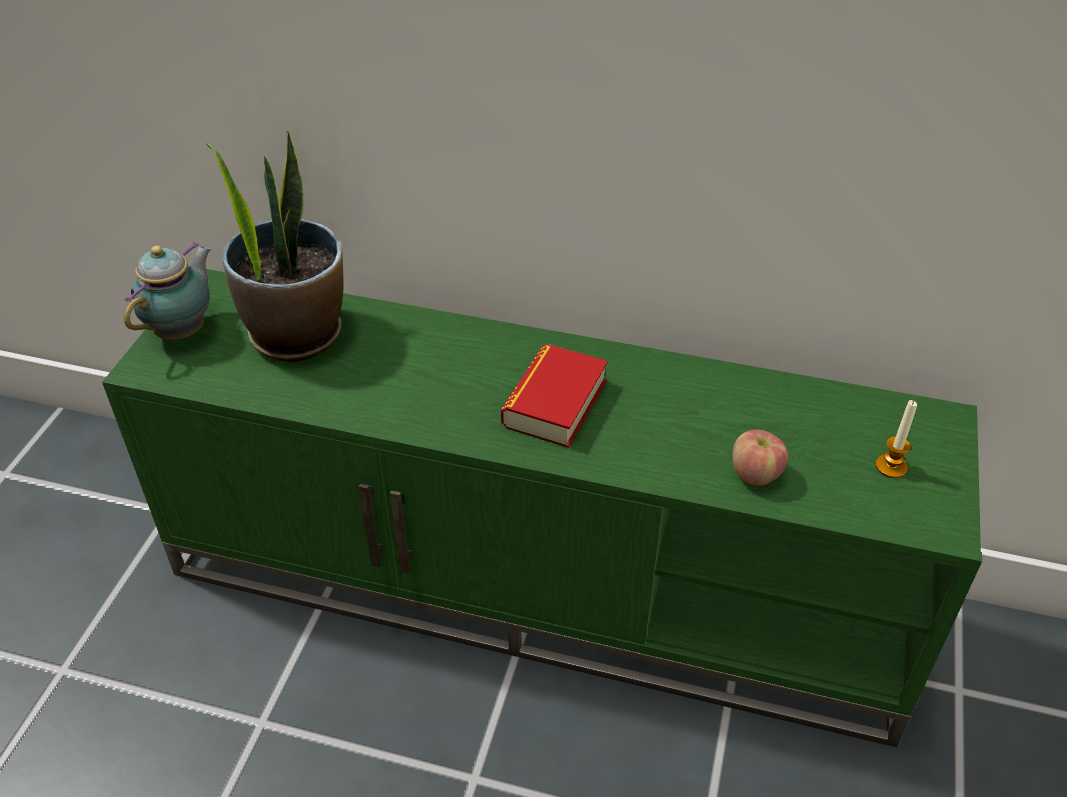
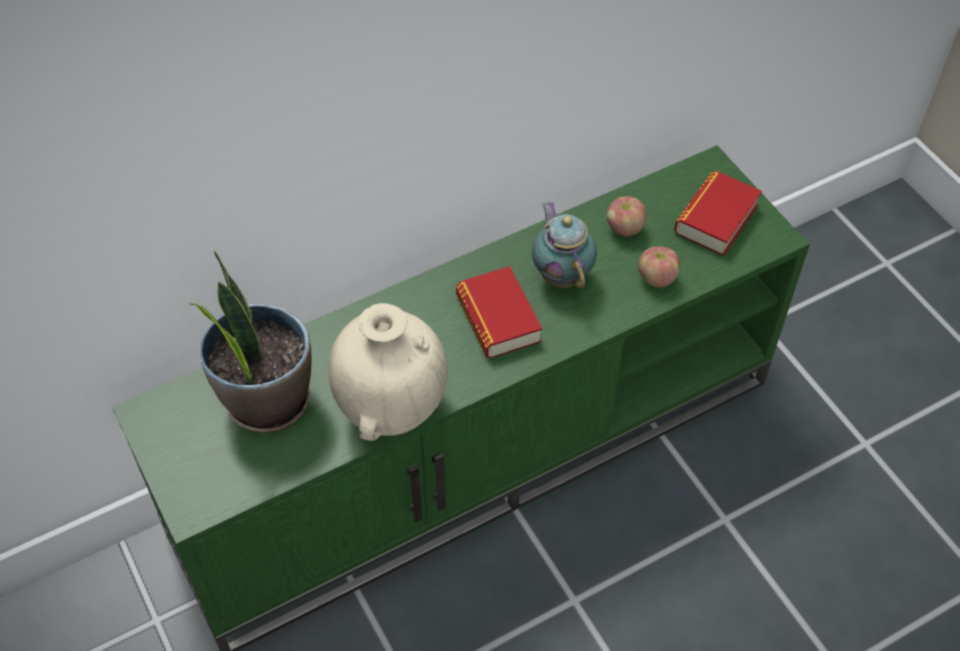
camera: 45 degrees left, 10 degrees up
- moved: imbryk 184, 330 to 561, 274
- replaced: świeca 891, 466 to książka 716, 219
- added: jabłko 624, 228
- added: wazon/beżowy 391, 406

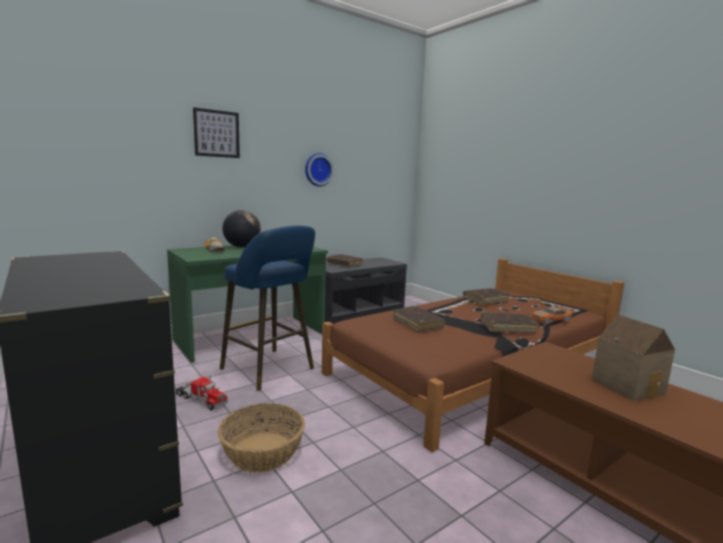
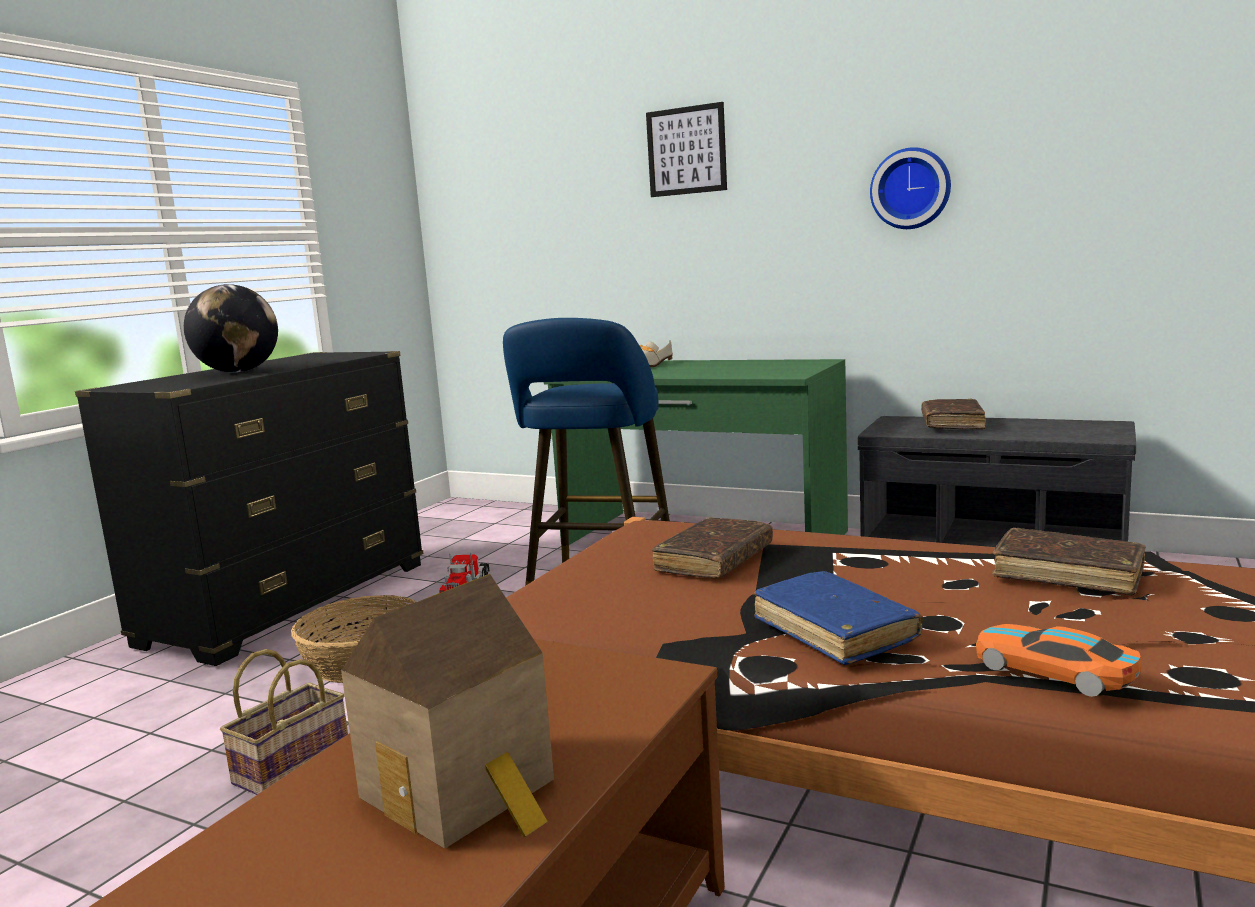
camera: 65 degrees right, 0 degrees up
- moved: globus 242, 247 to 238, 372
- recoloured: książka/brązowy 507, 328 to książka/niebieski 834, 631
- added: koszyk 293, 764

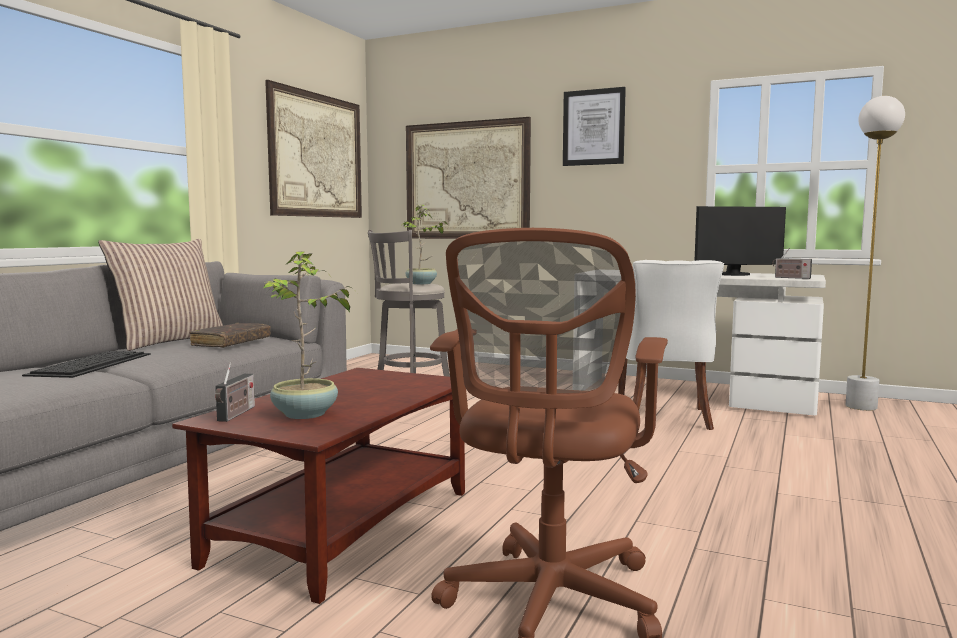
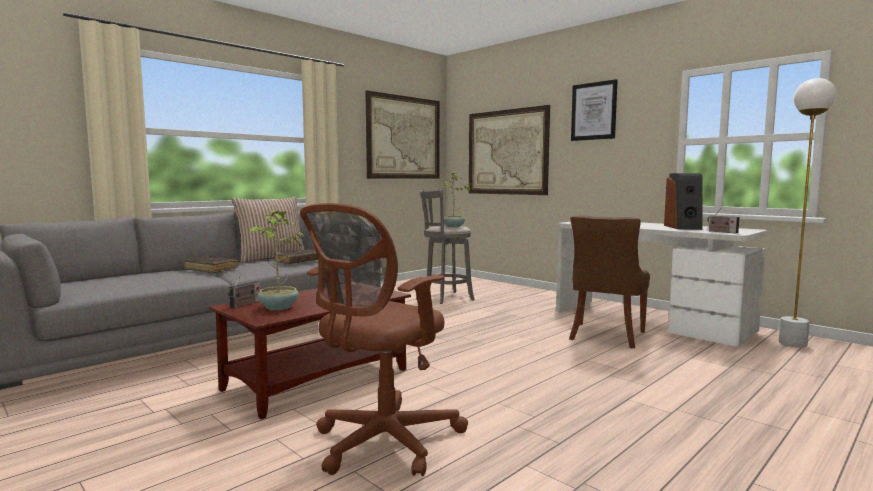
camera: 20 degrees right, 0 degrees up
- replaced: monitor 734, 274 to głośnik 683, 227
- recoloured: krzesło/biały 665, 418 to krzesło/brązowy 605, 336
- replaced: klawiatura 91, 364 to książka/brązowy 211, 269

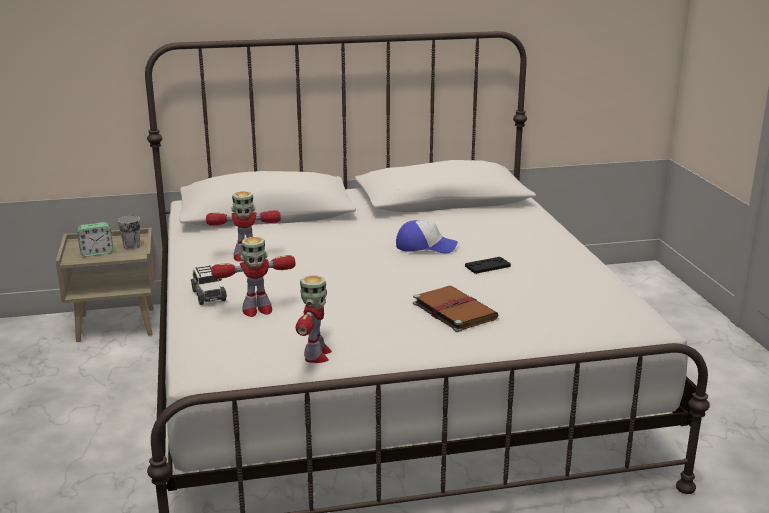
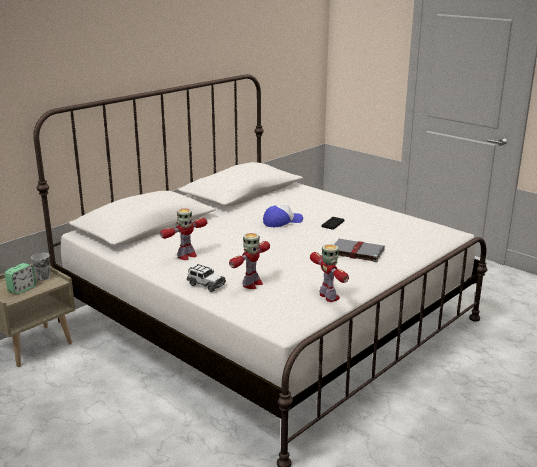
camera: 35 degrees left, 0 degrees up
- recoloured: książka/brązowy 453, 310 to książka/szary 356, 252

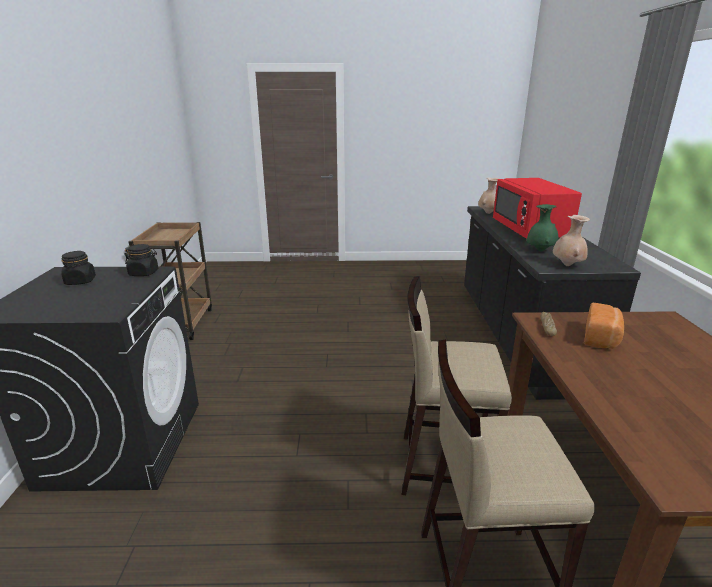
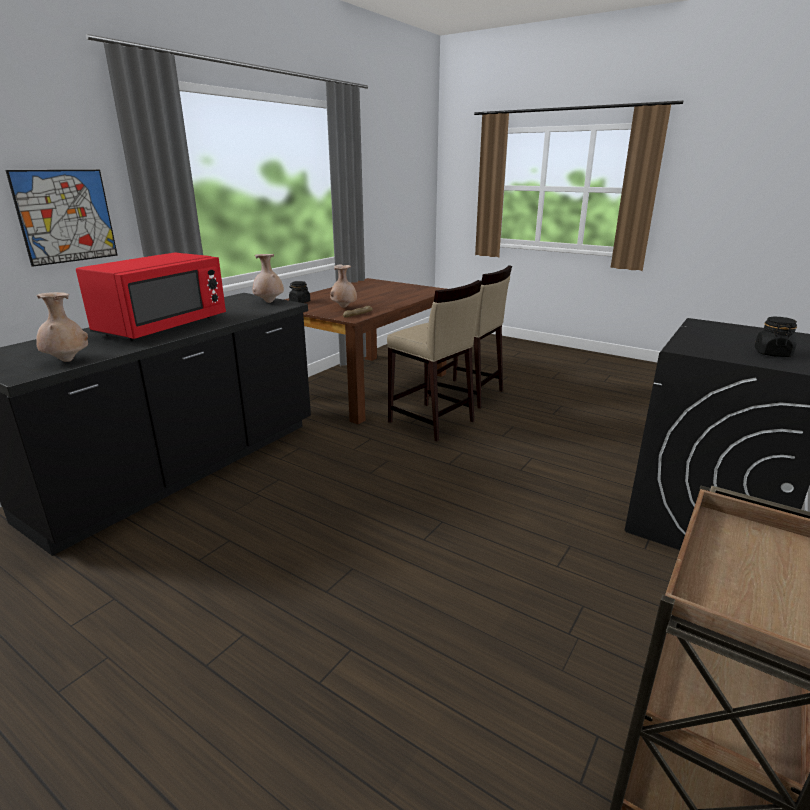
camera: 145 degrees left, 0 degrees up
- removed: wazon/zielony 540, 250
- moved: słoik/czarny 144, 273 to 299, 302
- replaced: chleb 602, 338 to wazon/beżowy 344, 307
- added: obraz 66, 216

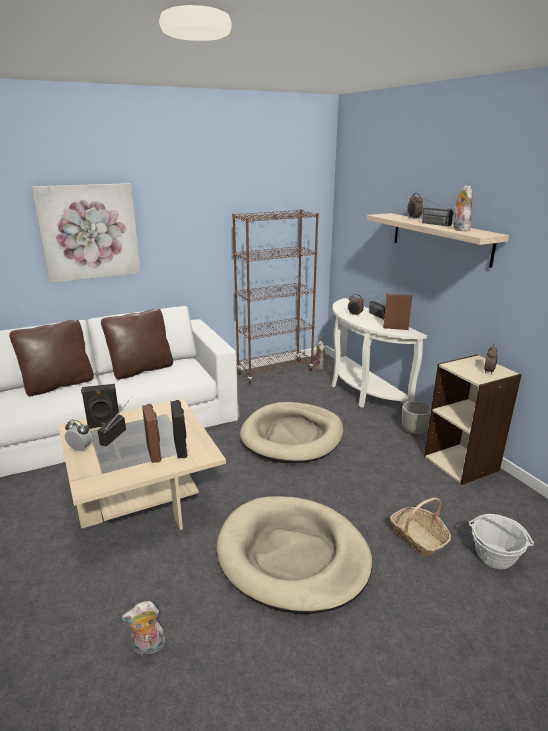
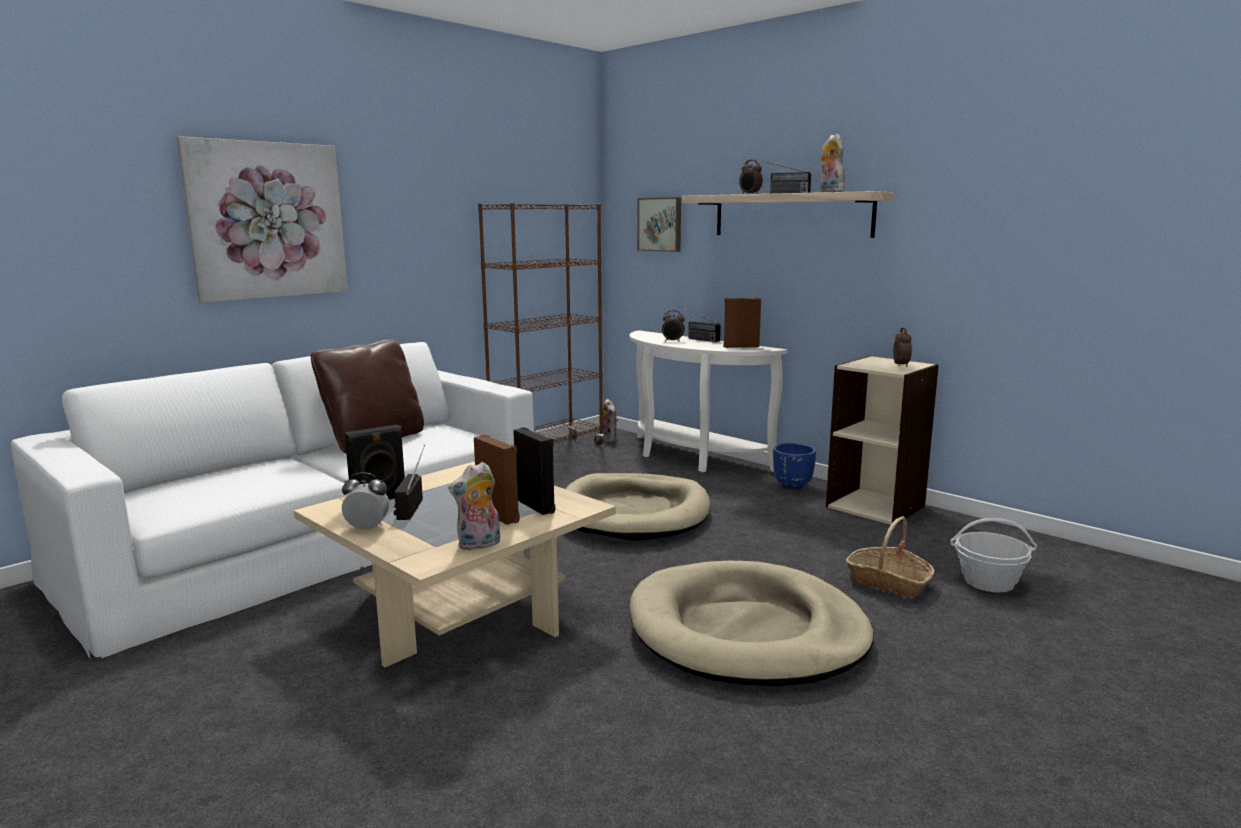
camera: 20 degrees left, 10 degrees down
- removed: poduszka/brązowy 59, 385
- recoloured: donica/szary 414, 431 to donica/niebieski 793, 486
- moved: pluszak 148, 647 to 479, 545
- added: obraz 660, 224

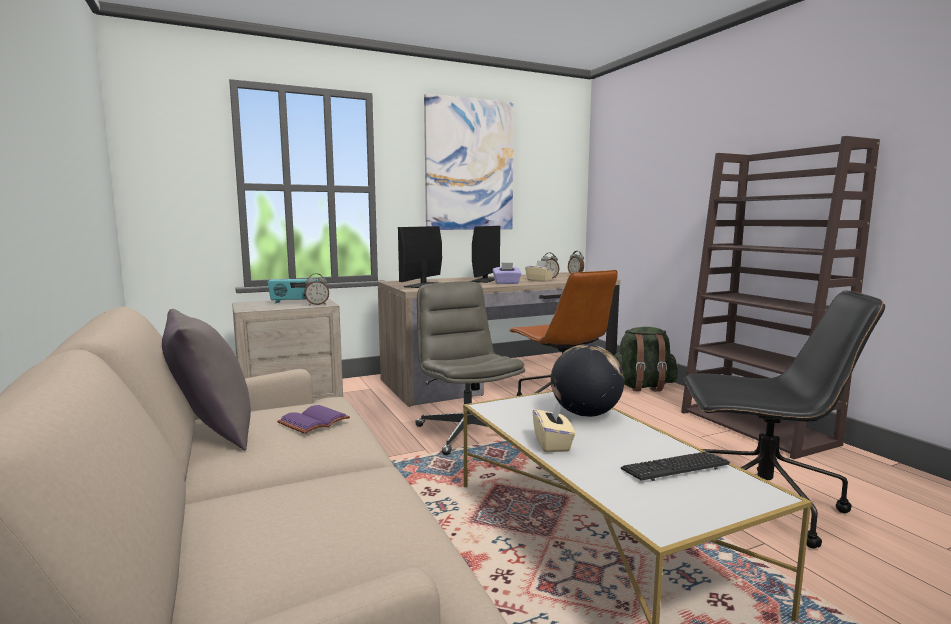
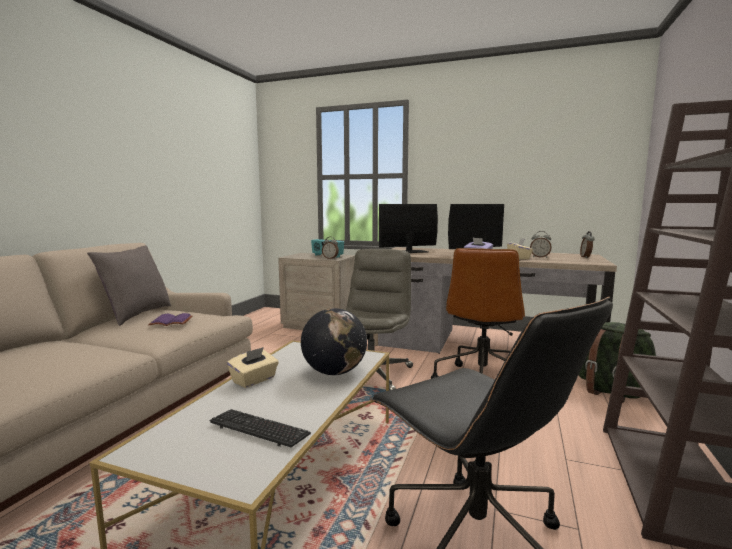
camera: 45 degrees right, 0 degrees up
- removed: obraz 469, 165

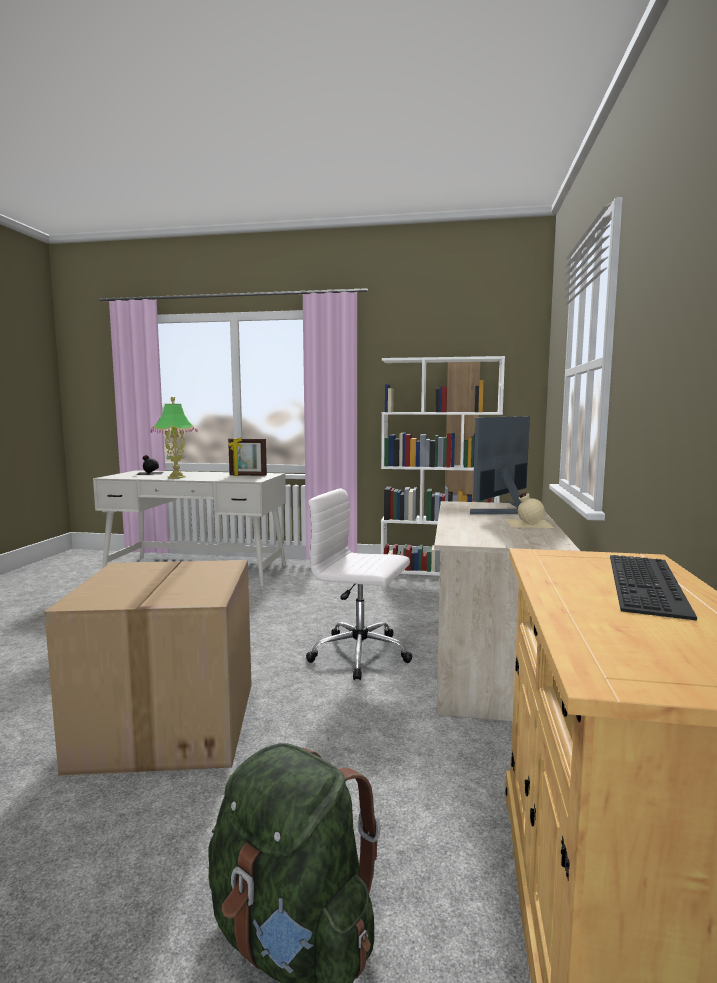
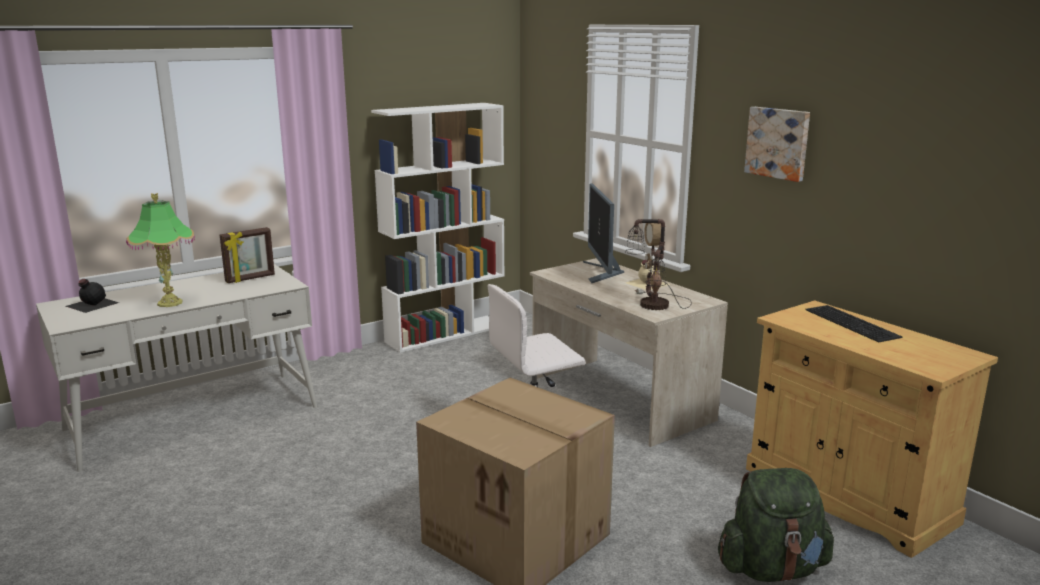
camera: 45 degrees left, 10 degrees up
- added: obraz 778, 143
- added: lampa stołowa 653, 306

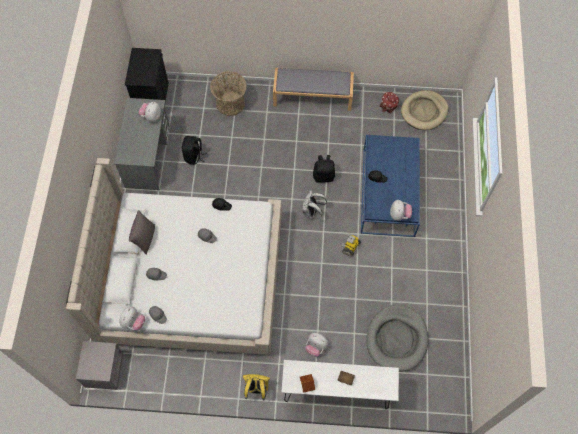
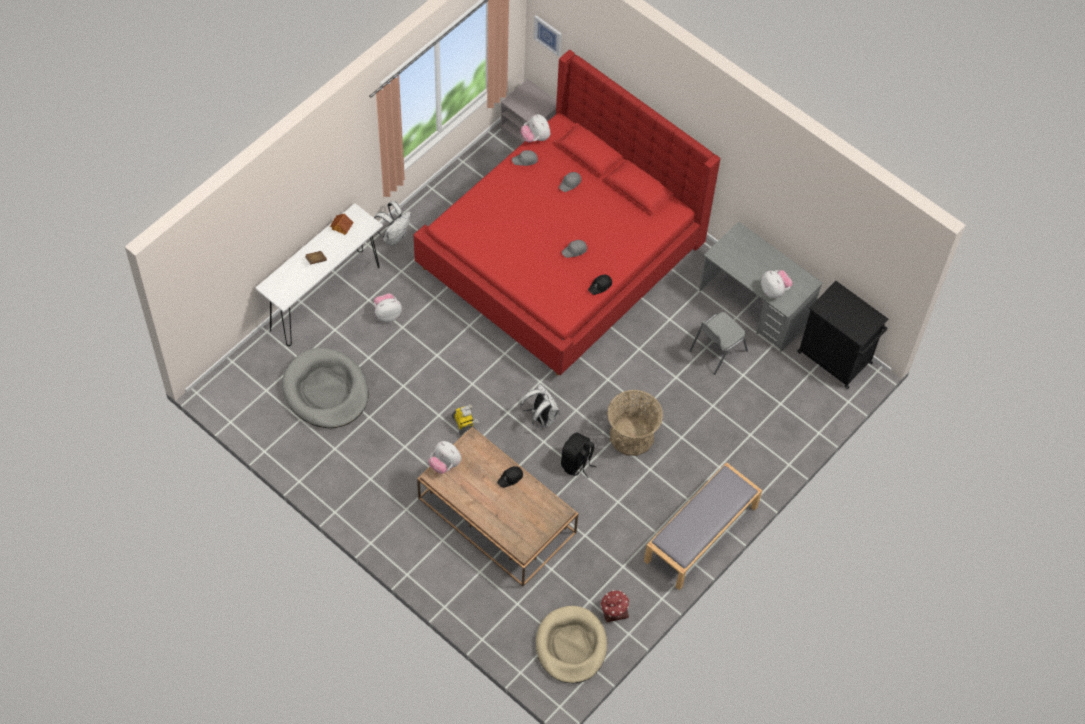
camera: 125 degrees right, 5 degrees down
- moved: koszyk 230, 103 to 631, 436
- recoloured: ława/niebieski 388, 191 to ława/brązowy 497, 515
- replaced: plecak/czarny 194, 156 to krzesło/szary 717, 350
- recoloured: łóżko/beżowy 191, 279 to łóżko/czerwony 562, 254
- removed: poduszka/szary 145, 239
- recoloured: plecak/żółty 256, 389 to plecak/biały 394, 236
- added: obraz 548, 35

